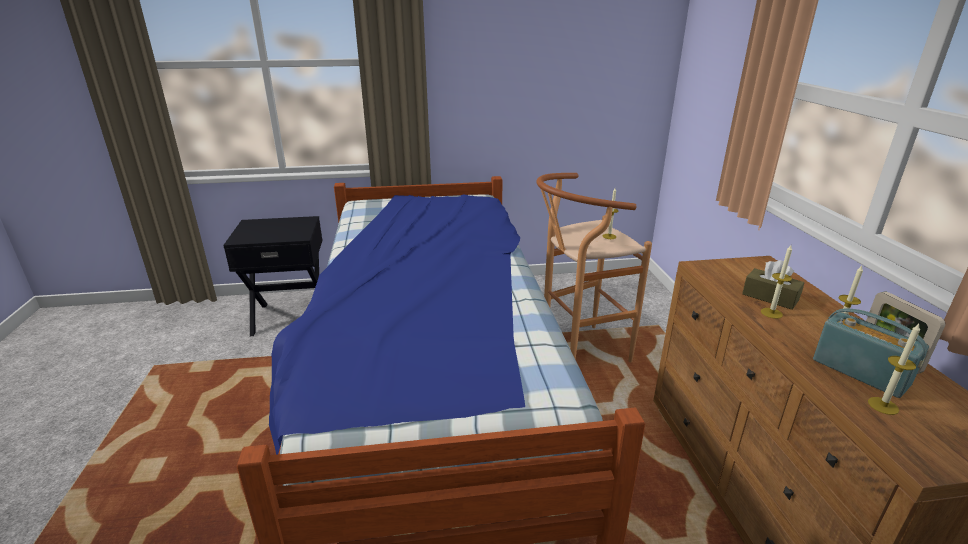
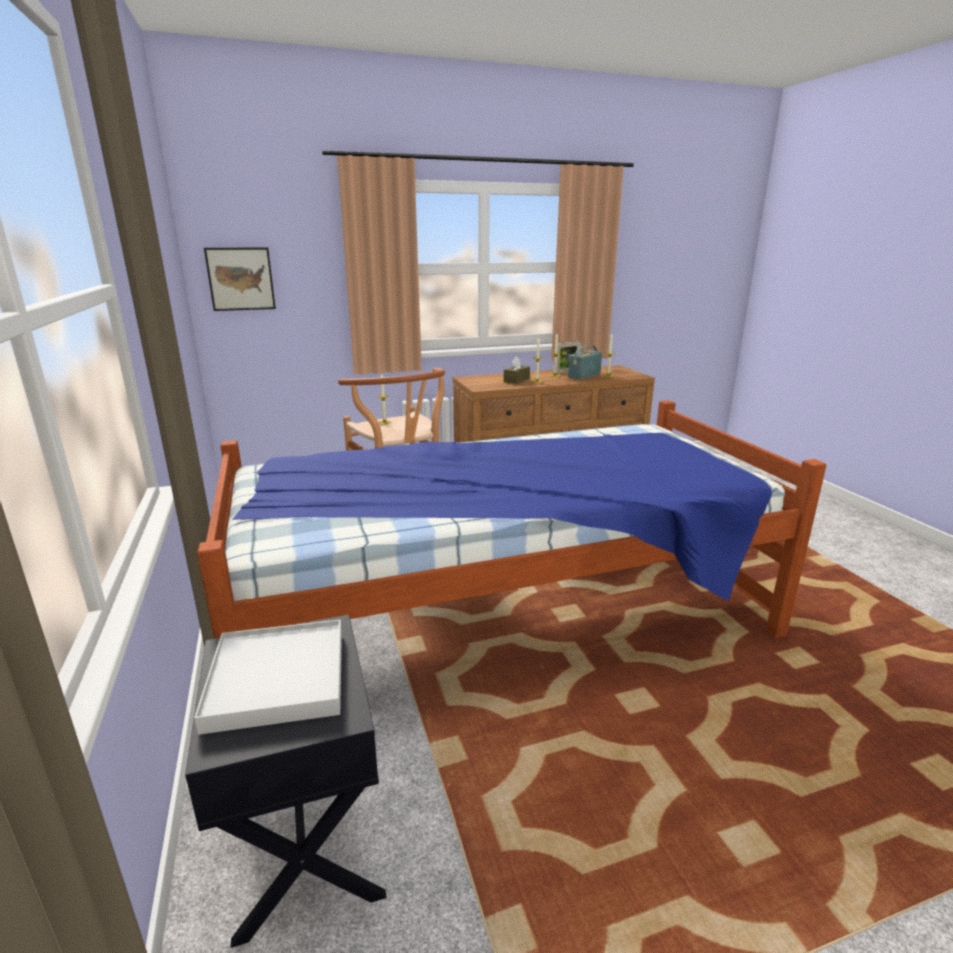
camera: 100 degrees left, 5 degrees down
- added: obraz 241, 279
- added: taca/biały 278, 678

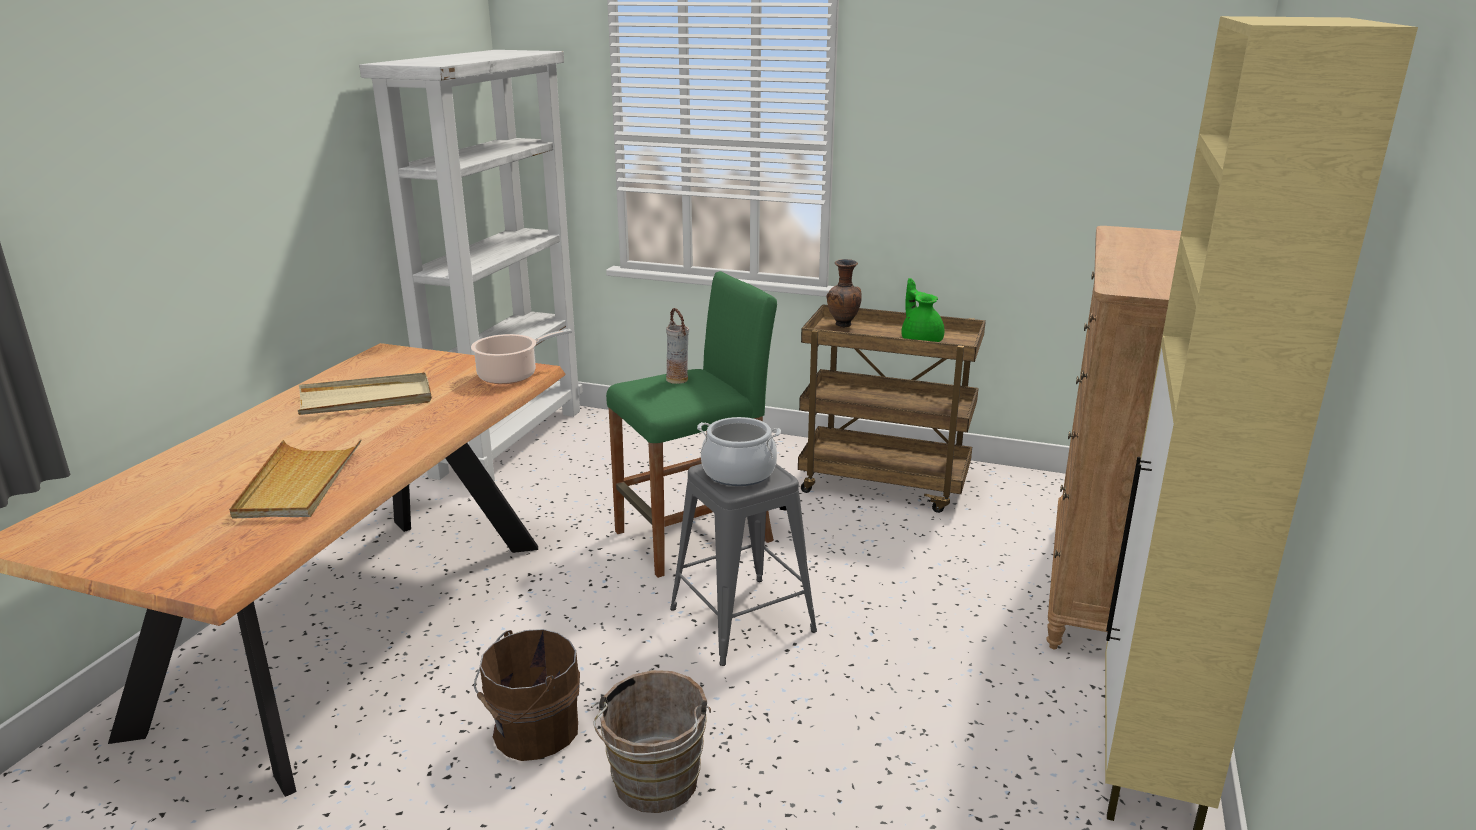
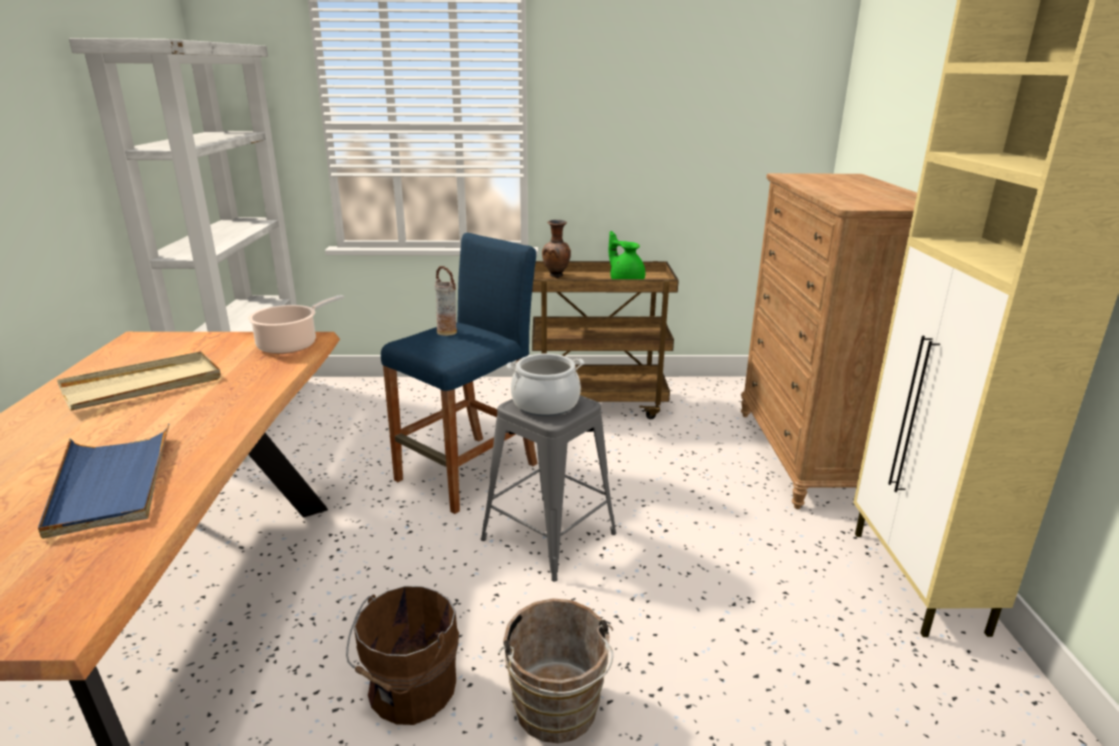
camera: 20 degrees left, 0 degrees up
- recoloured: stołek/zielony 693, 537 to stołek/niebieski 467, 472
- recoloured: taca/beżowy 299, 483 to taca/niebieski 111, 484

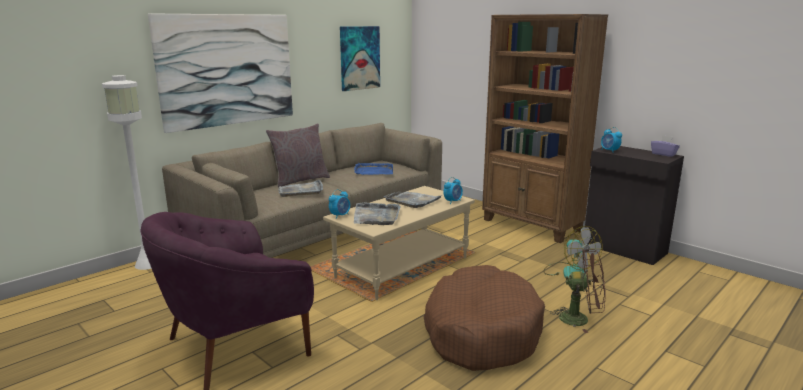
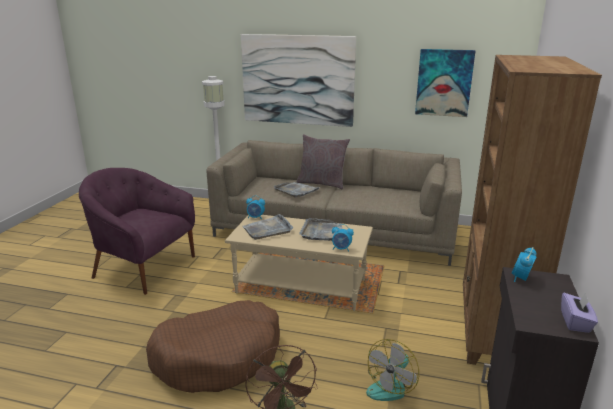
camera: 60 degrees right, 5 degrees up
- removed: taca/niebieski 373, 171

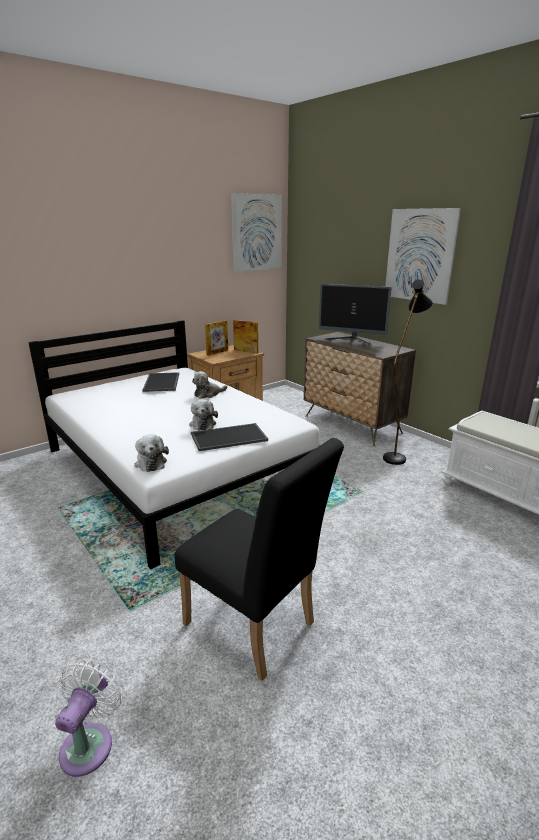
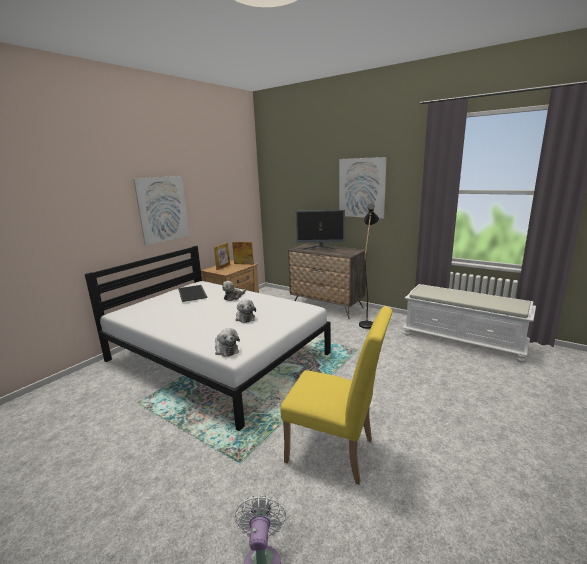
camera: 15 degrees left, 5 degrees down
- moved: obraz 257, 233 to 163, 209
- removed: taca 229, 436
- recoloured: krzesło/czarny 256, 629 to krzesło/żółty 336, 453

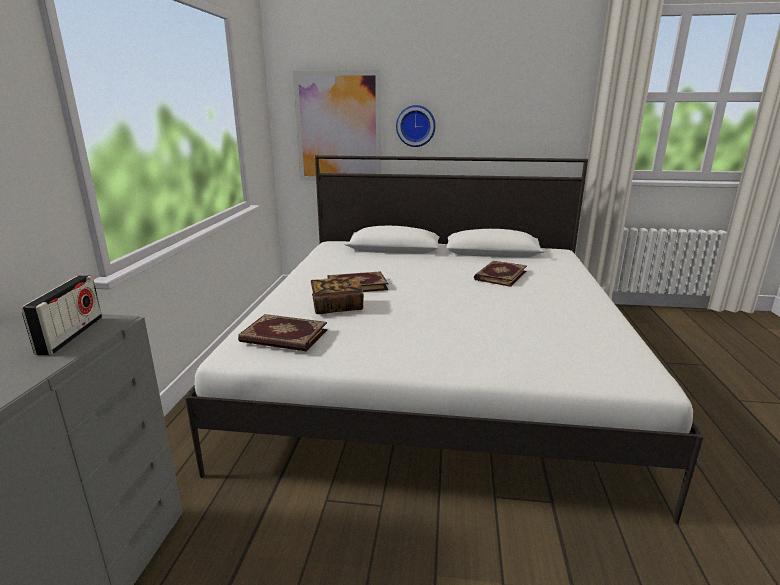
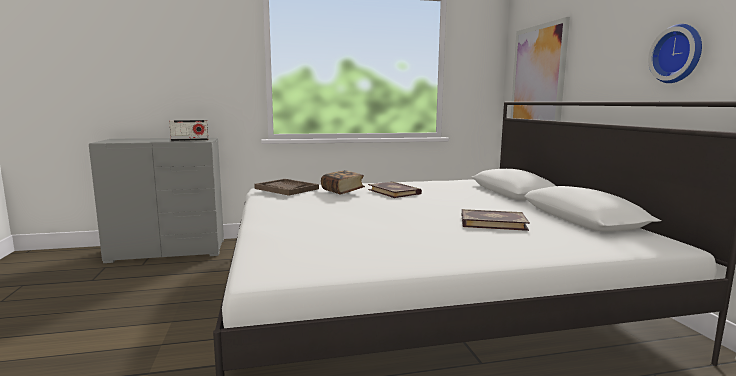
camera: 70 degrees right, 10 degrees down
- moved: zegar ścienny 416, 126 to 678, 54
- replaced: książka 283, 336 to taca/brązowy 286, 189

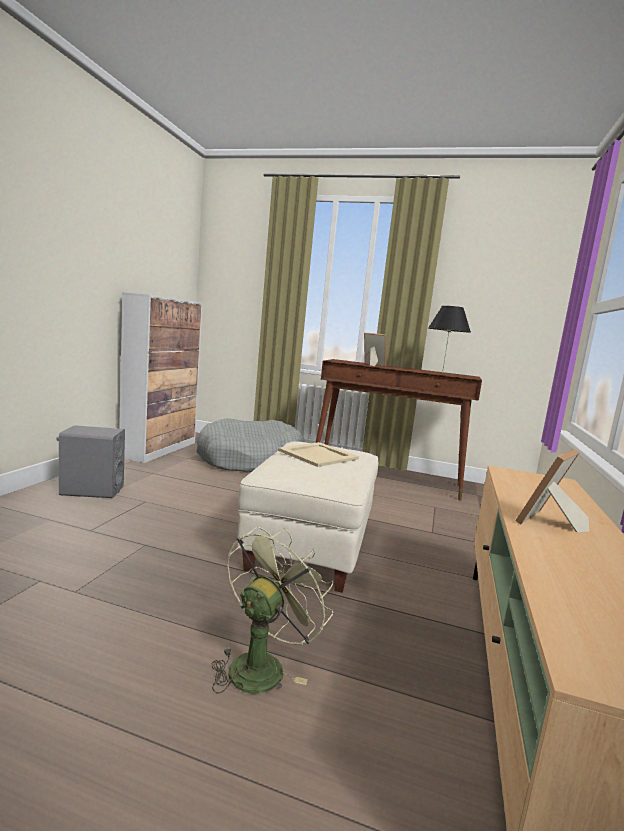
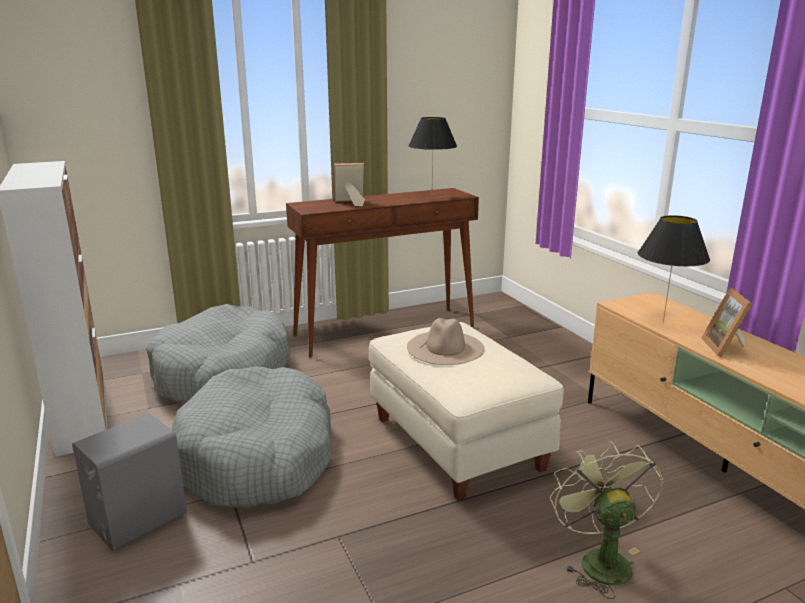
camera: 40 degrees left, 10 degrees up
- replaced: taca/beżowy 319, 455 to kapelusz/beżowy 445, 347
- added: lampa stołowa/czarny 663, 321
- added: legowisko/szary 258, 456

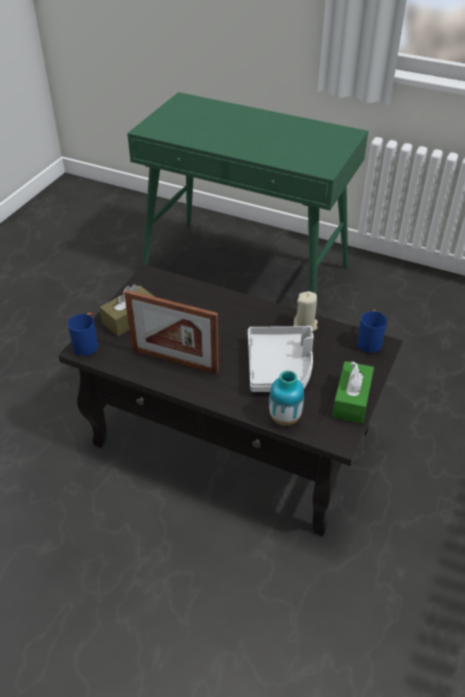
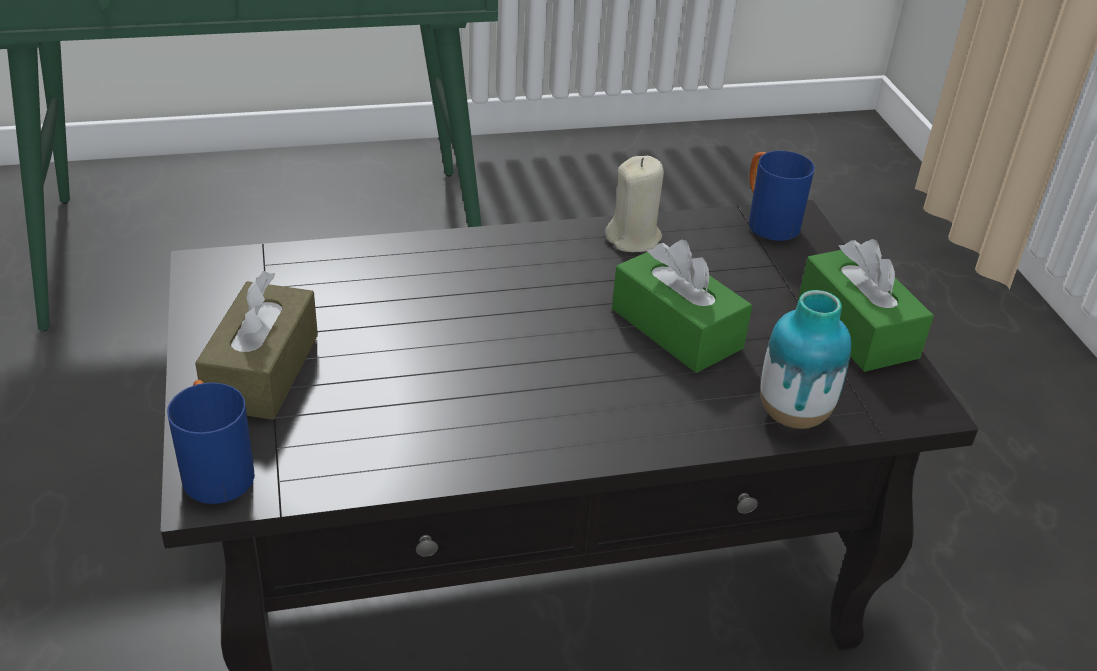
camera: 40 degrees left, 5 degrees down
- removed: ramka na zdjęcie 174, 361
- replaced: taca/szary 280, 367 to pudełko chusteczek/zielony 676, 328

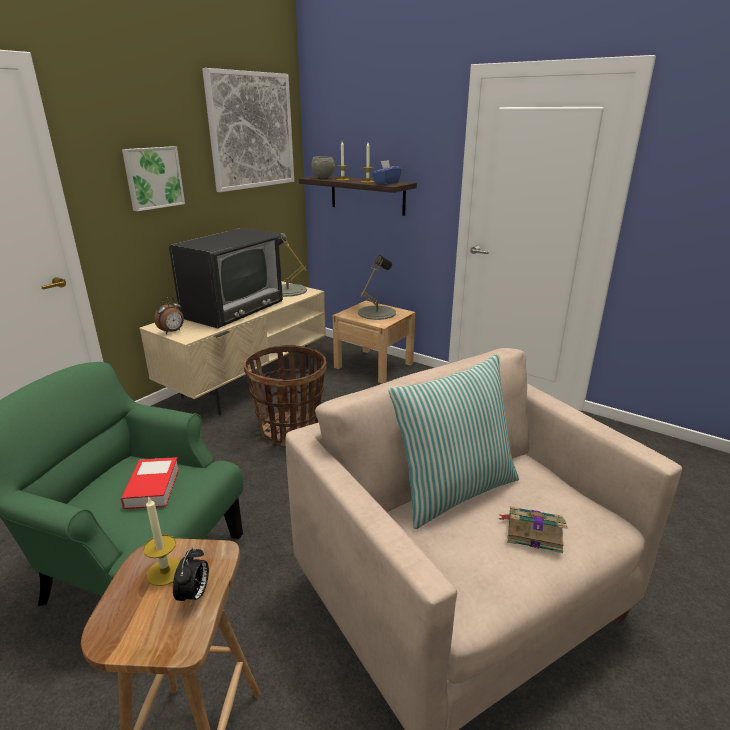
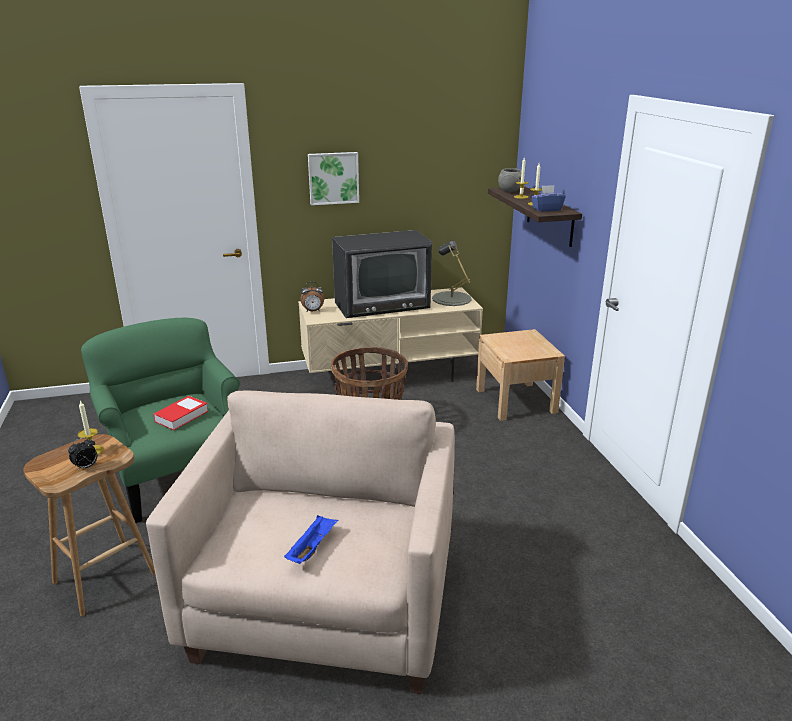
camera: 40 degrees right, 0 degrees up
- removed: obraz 251, 131
- removed: lampa stołowa/szary 376, 312
- removed: poduszka 453, 490
- replaced: książka 532, 532 to taca/niebieski 312, 548

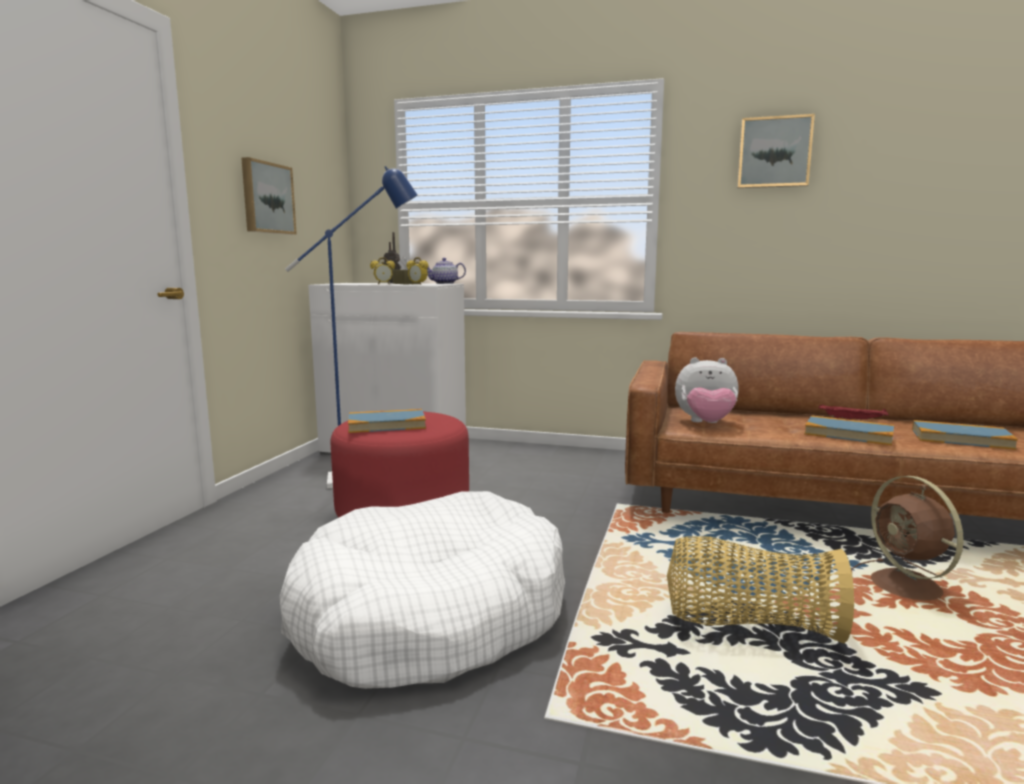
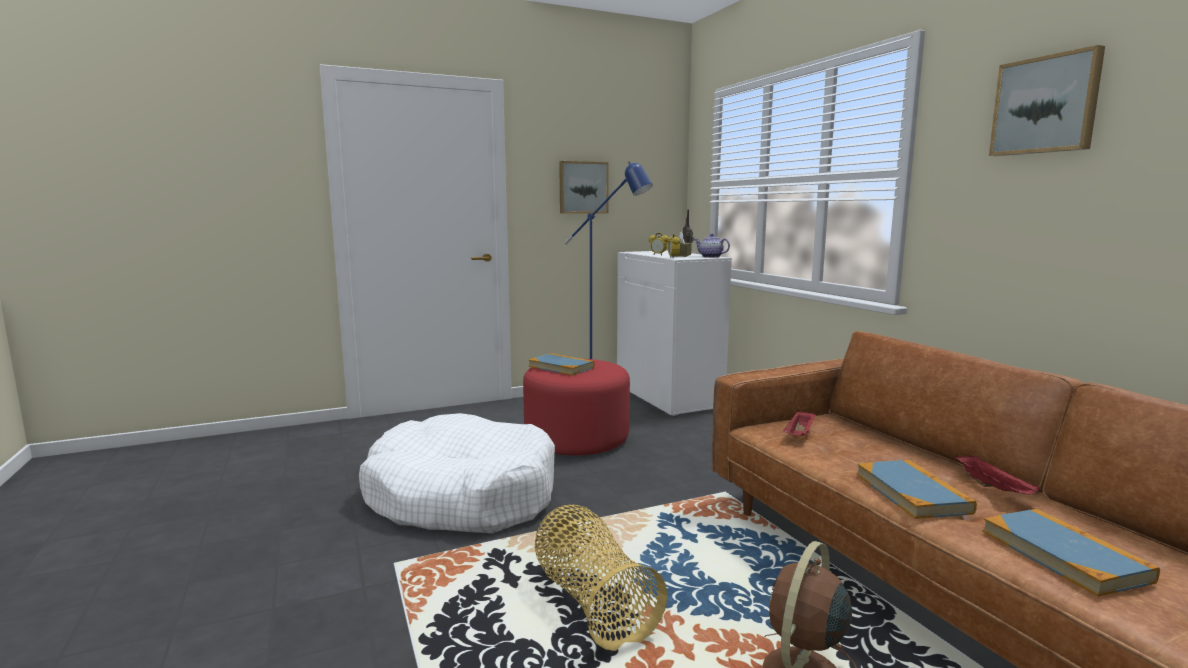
camera: 50 degrees right, 0 degrees up
- replaced: pluszak 705, 423 to taca/czerwony 800, 435

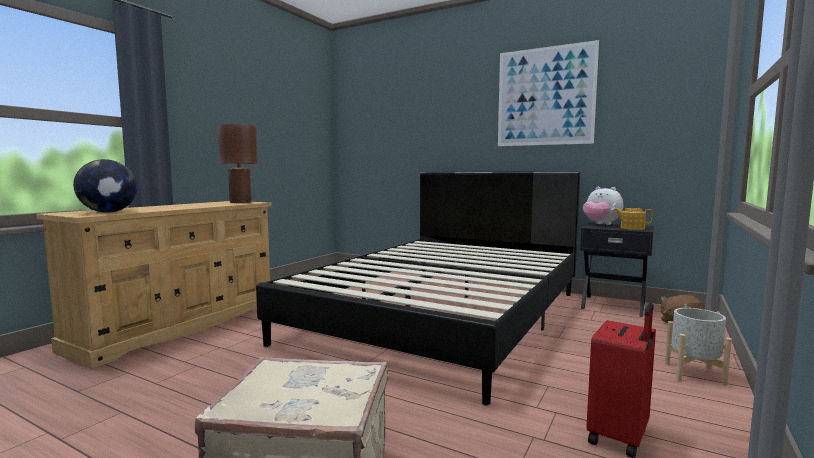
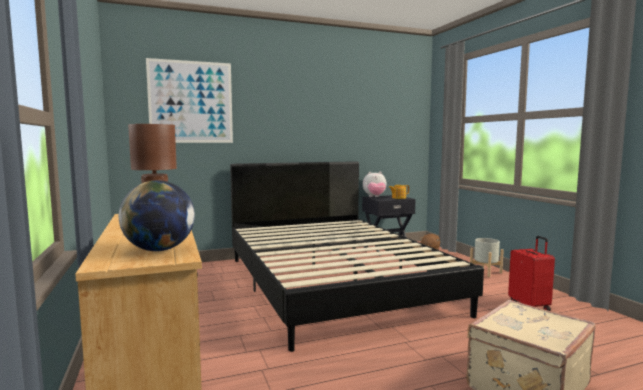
camera: 50 degrees left, 0 degrees up
- moved: obraz 545, 96 to 191, 102

